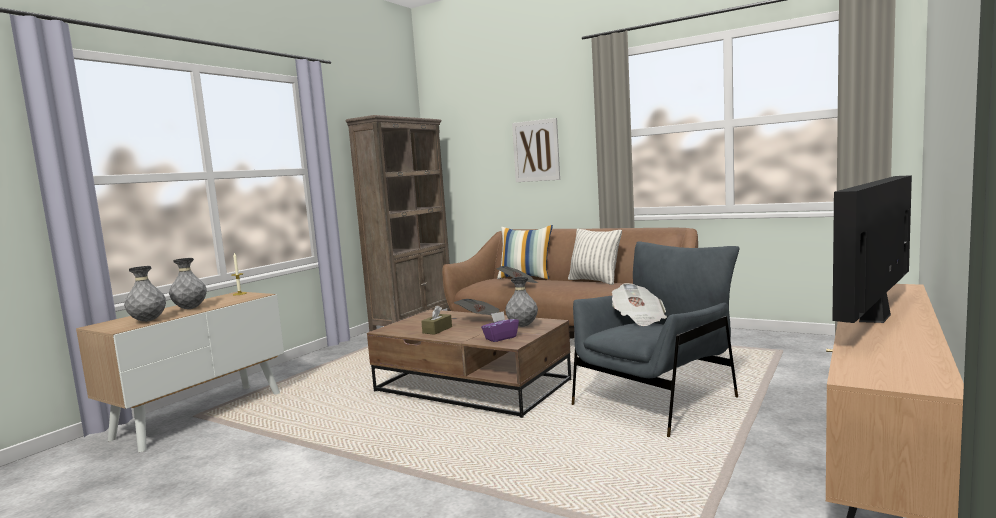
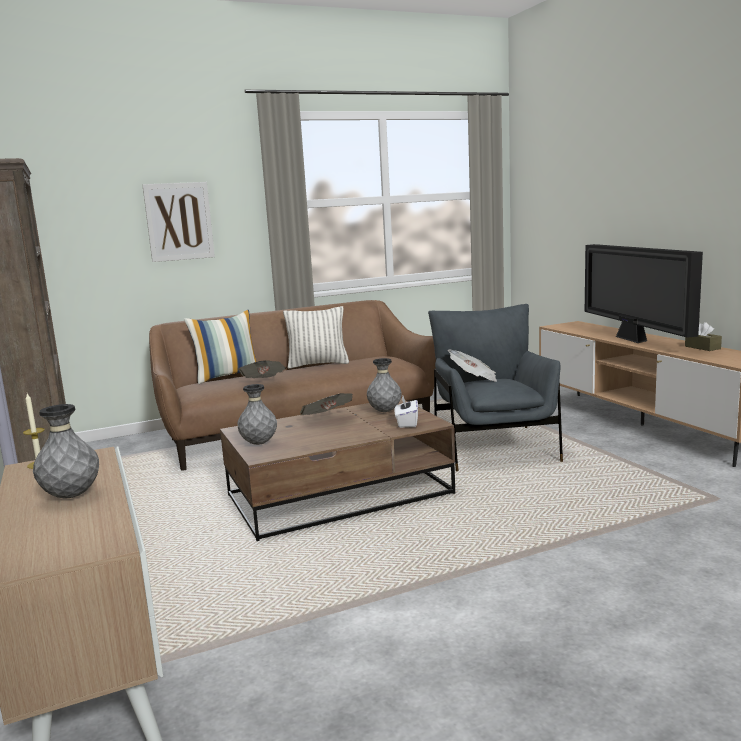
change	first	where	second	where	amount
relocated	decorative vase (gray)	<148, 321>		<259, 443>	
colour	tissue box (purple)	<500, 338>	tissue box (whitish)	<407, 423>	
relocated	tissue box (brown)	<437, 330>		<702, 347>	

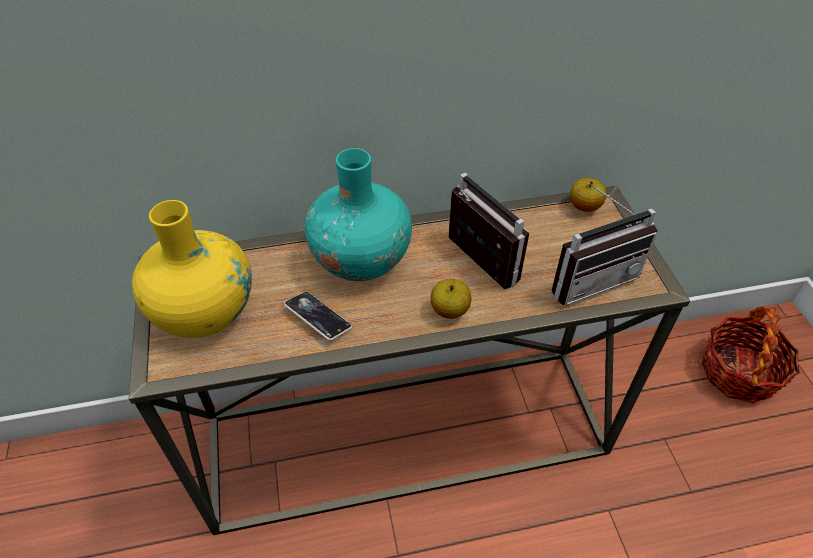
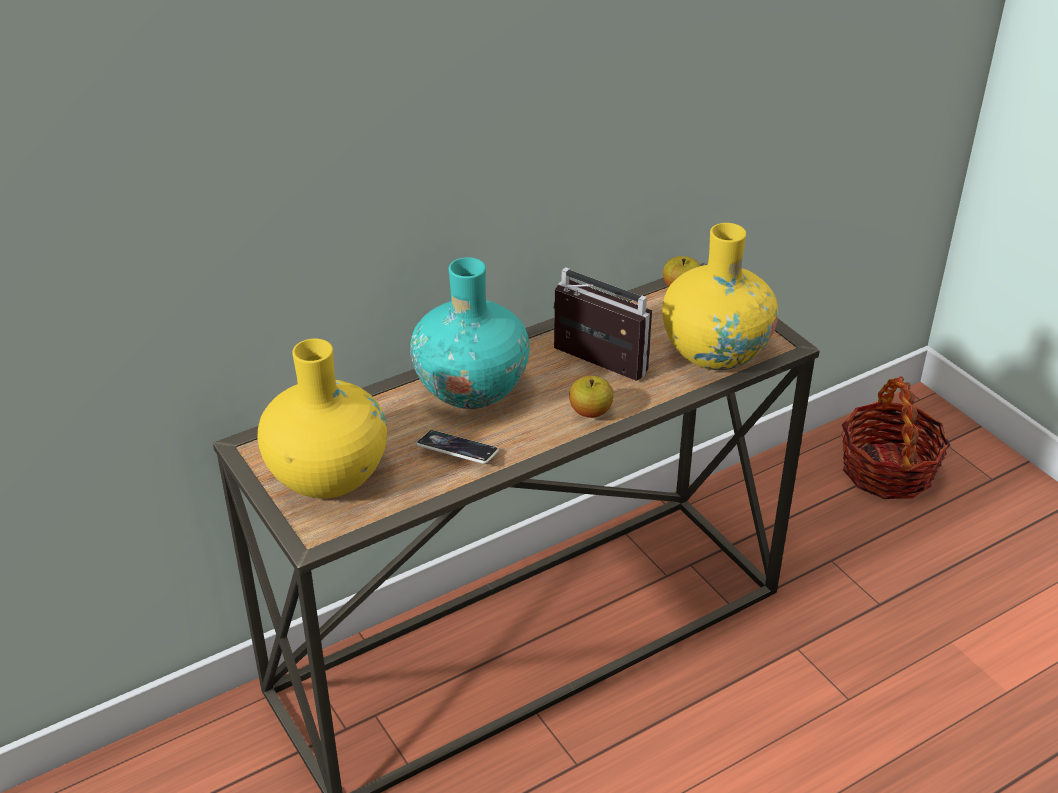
change	first	where	second	where	amount
exchanged	radio set	<589, 277>	decorative vase (yellow-coloured)	<715, 352>	

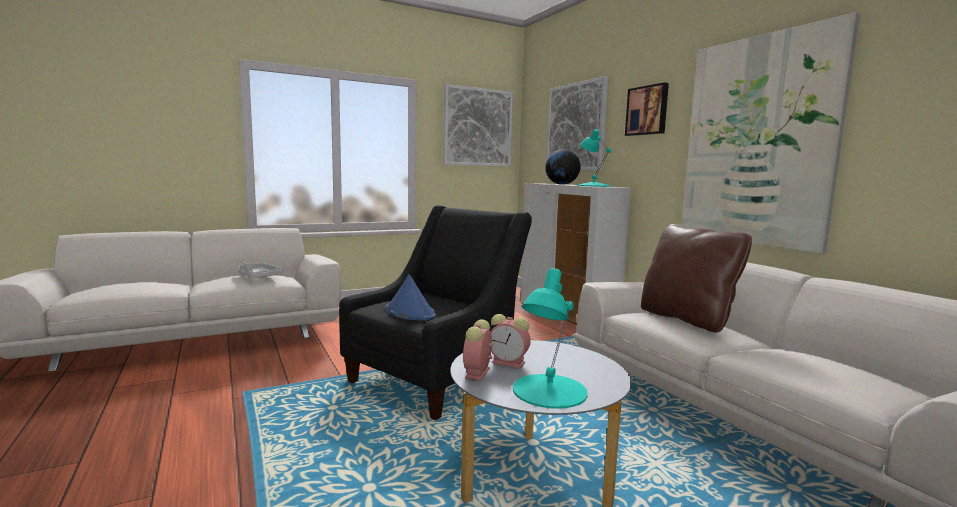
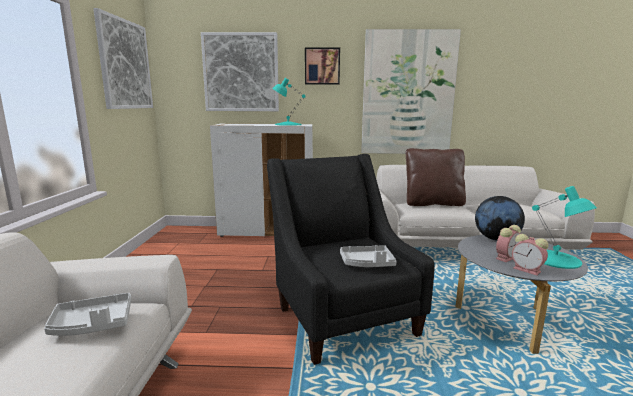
change	first	where	second	where	amount
exchanged	wearable hat (blue-coloured)	<410, 312>	tray (gray)	<367, 263>	
relocated	globe	<561, 184>		<496, 239>	

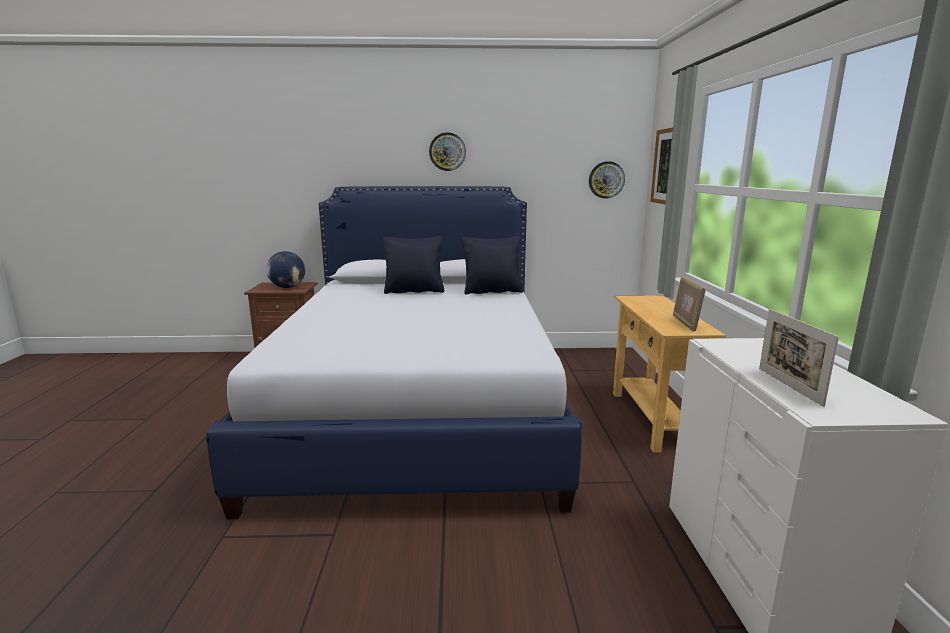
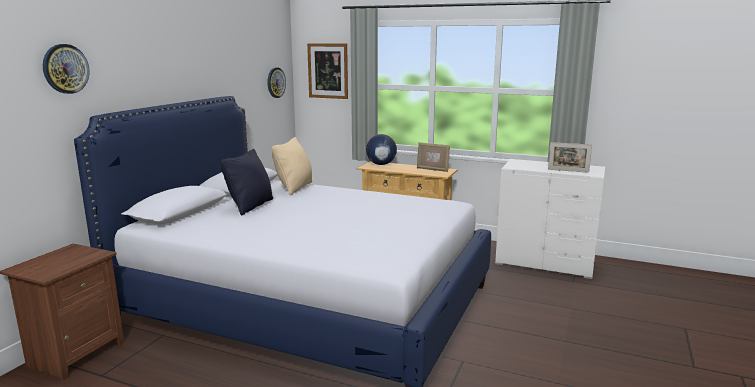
change	first	where	second	where	amount
relocated	wall clock	<447, 151>		<65, 69>	
colour	cushion (black-coloured)	<492, 291>	cushion (sand-coloured)	<294, 188>	
relocated	globe	<287, 287>		<381, 164>	

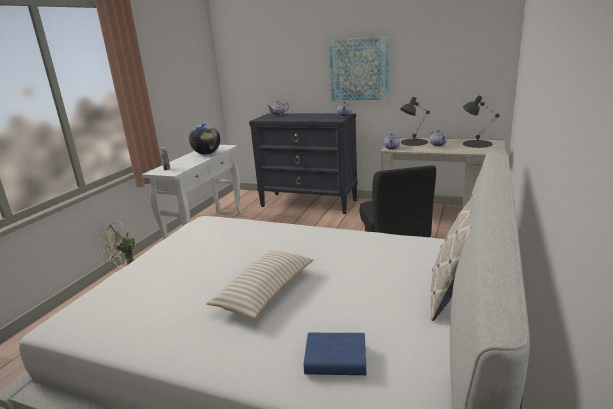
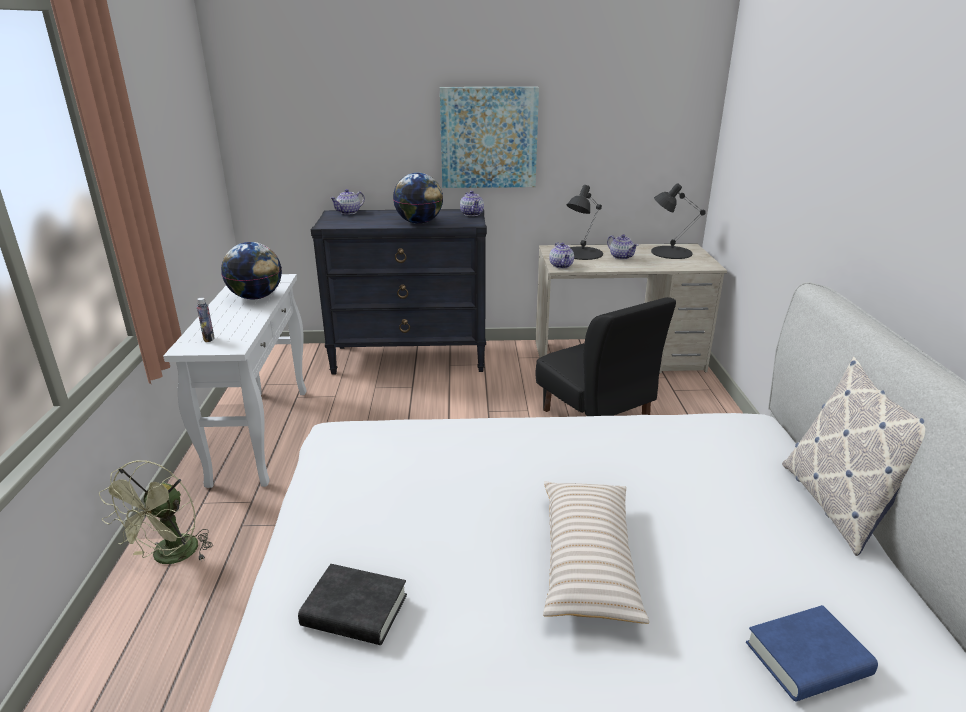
change	first	where	second	where	amount
appeared			volume (black-coloured)	<355, 611>	
appeared			globe	<419, 222>	

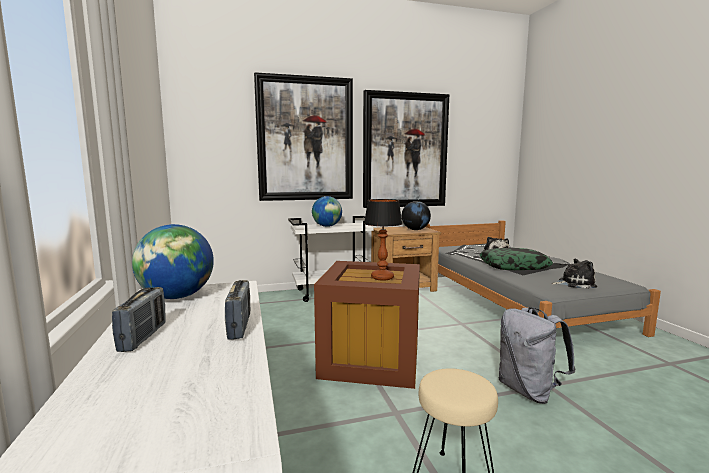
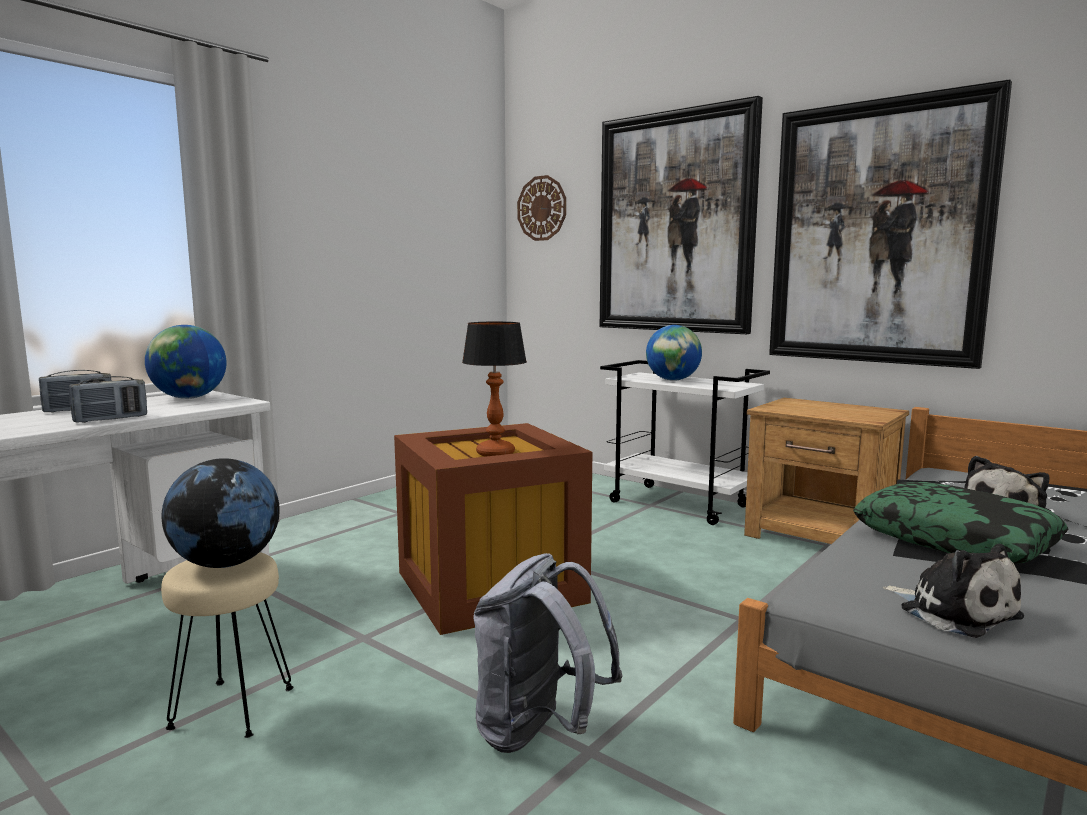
change	first	where	second	where	amount
relocated	globe	<415, 230>		<226, 563>	
appeared			wall clock	<542, 208>	

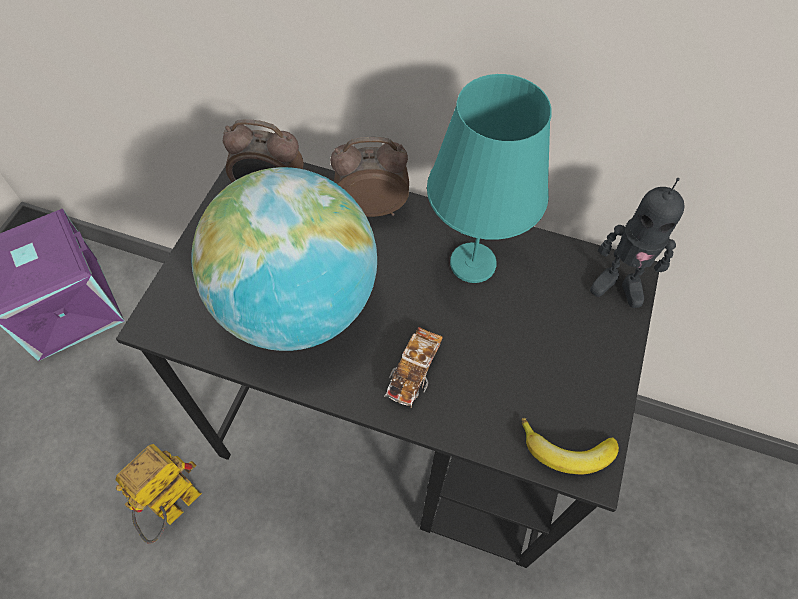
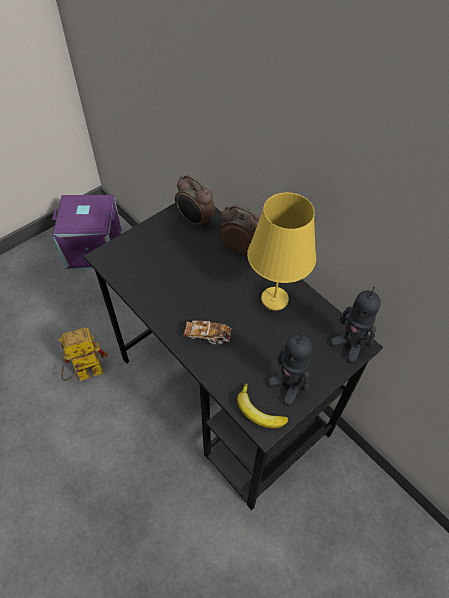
change	first	where	second	where	amount
spun	model car	<414, 372>		<208, 336>	135 degrees counterclockwise
colour	tabletop lamp (turquoise)	<473, 264>	tabletop lamp (yellow-coloured)	<274, 299>	
appeared			toy robot	<287, 387>	
missing	globe	<297, 304>			

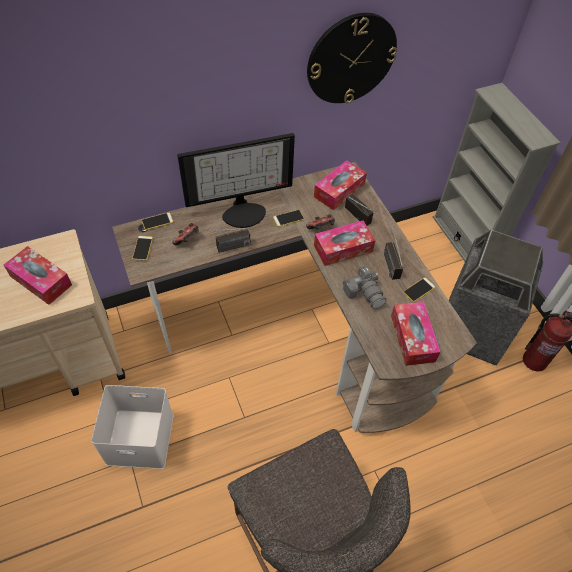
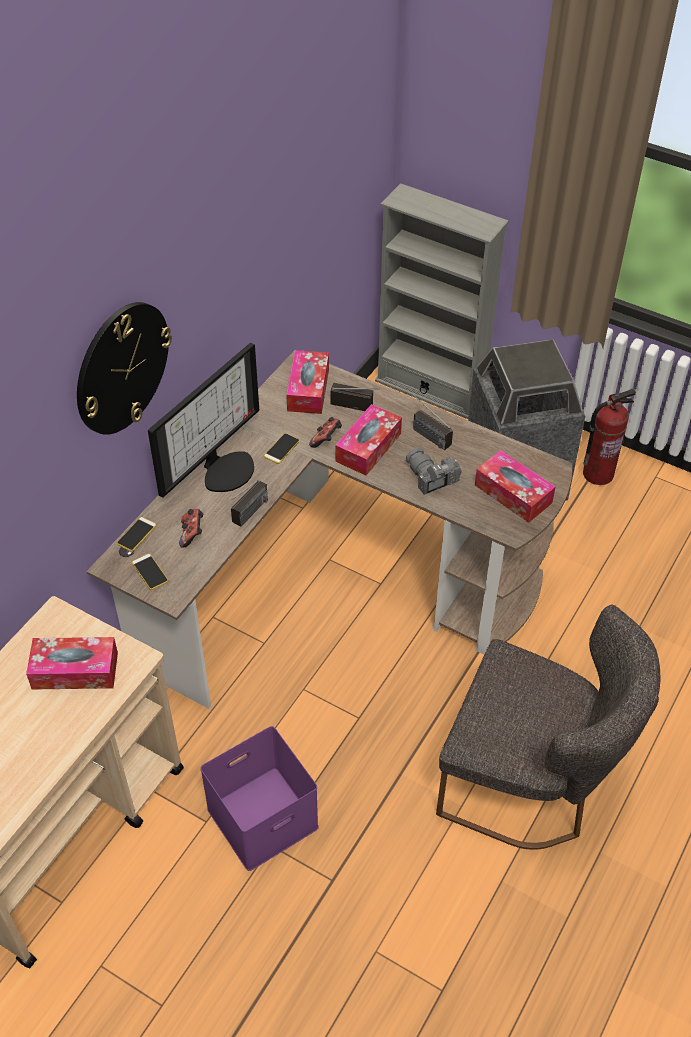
change	first	where	second	where	amount
relocated	wall clock	<351, 59>		<121, 368>	
colour	storage bin (whitish)	<141, 437>	storage bin (purple)	<263, 815>	
spun	photo camera	<365, 293>		<430, 478>	150 degrees counterclockwise
missing	handset	<419, 290>			

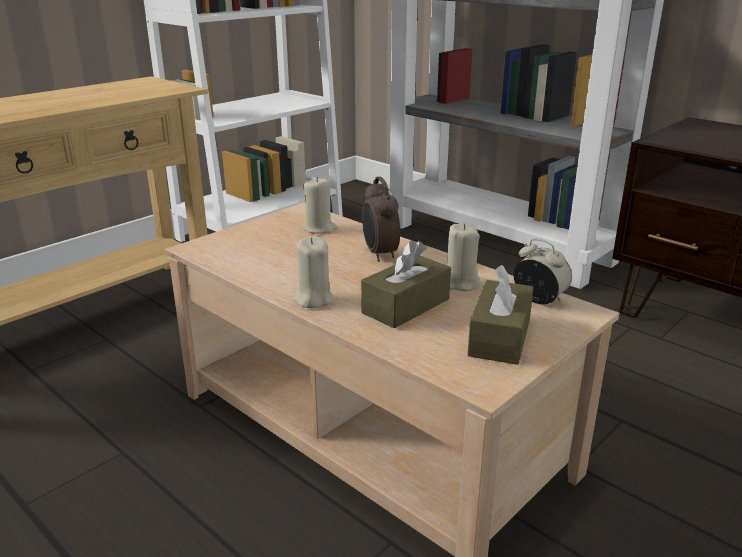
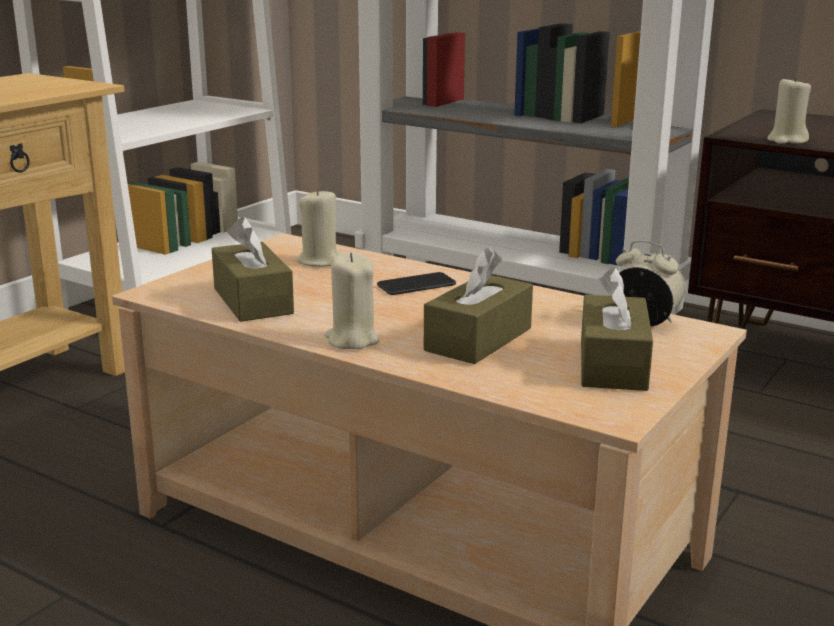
change	first	where	second	where	amount
appeared			tissue box (brown)	<253, 301>	
exchanged	alarm clock	<379, 254>	handset	<416, 285>	
relocated	wax candle (sand-coloured)	<460, 284>		<787, 140>	

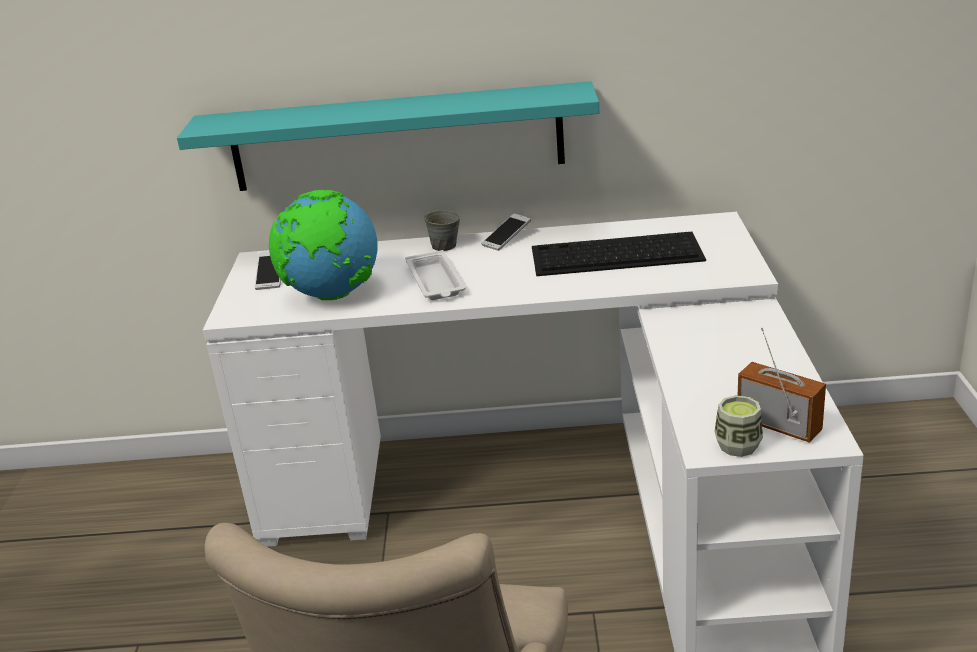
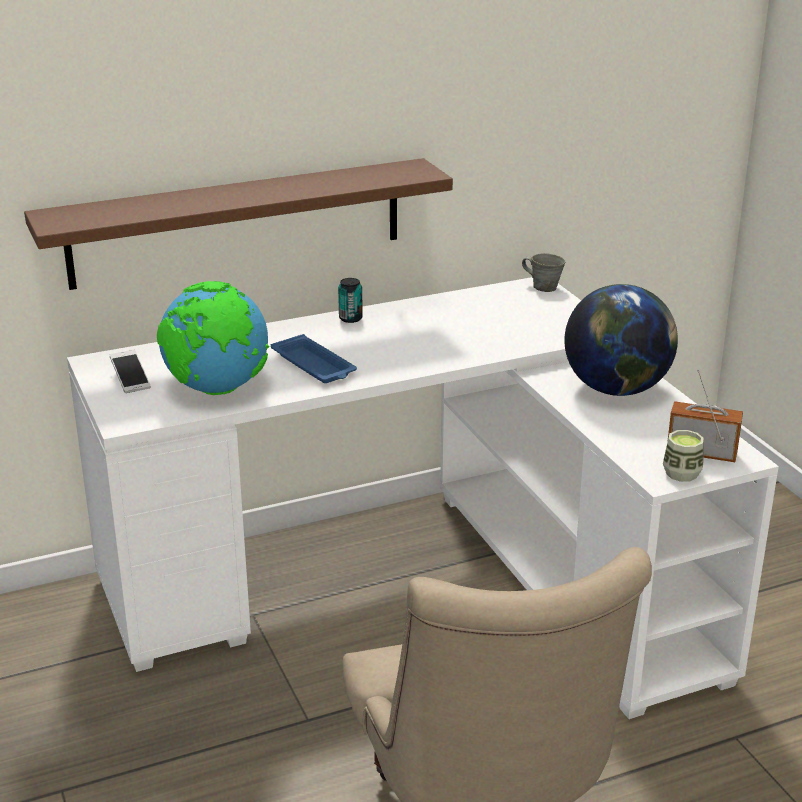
change	first	where	second	where	amount
colour	wall shelf (turquoise)	<396, 138>	wall shelf (brown)	<237, 223>	
colour	tray (whitish)	<436, 282>	tray (blue-coloured)	<314, 366>	
exchanged	handset	<506, 239>	sealed can	<350, 318>	
relocated	tea mug (gray)	<443, 245>		<543, 287>	
appeared			globe	<617, 389>	
missing	computer keyboard	<614, 254>			

